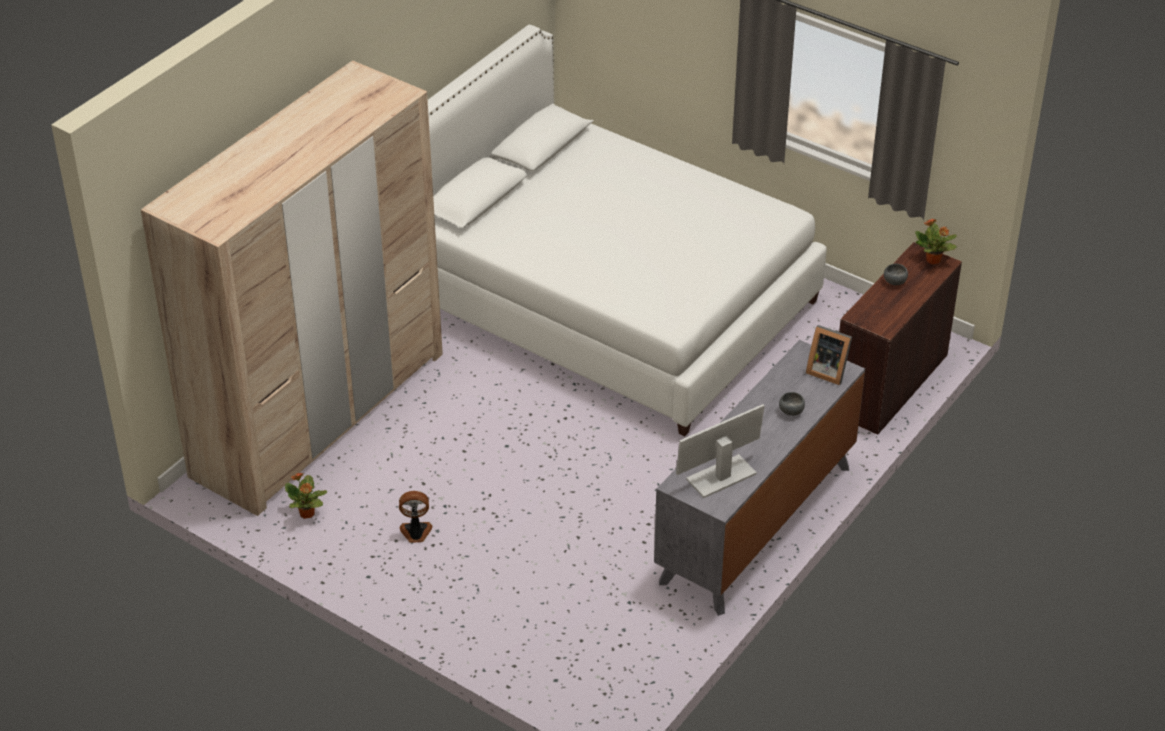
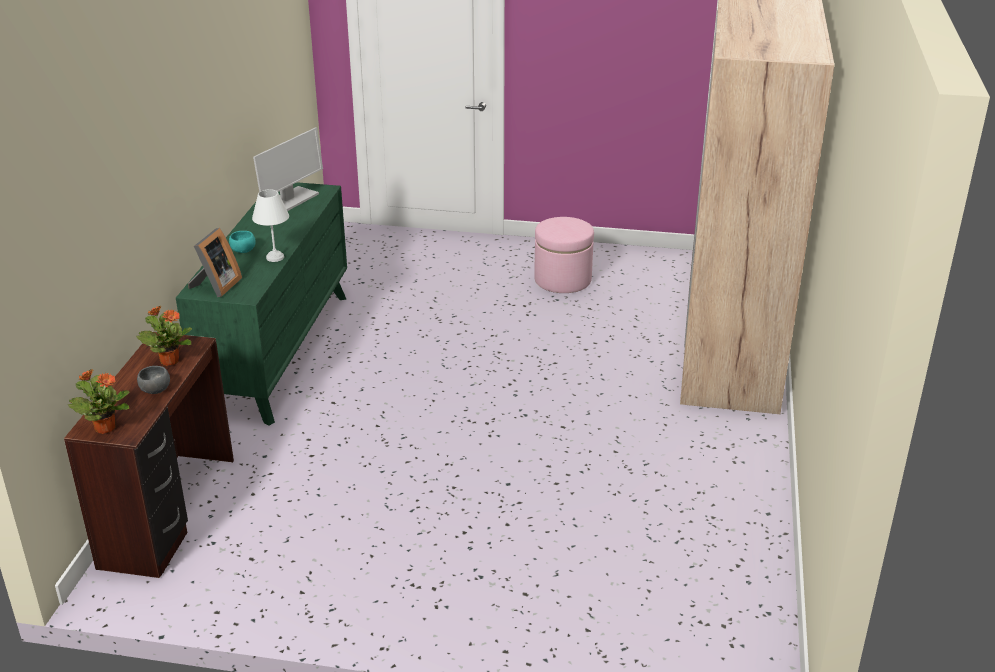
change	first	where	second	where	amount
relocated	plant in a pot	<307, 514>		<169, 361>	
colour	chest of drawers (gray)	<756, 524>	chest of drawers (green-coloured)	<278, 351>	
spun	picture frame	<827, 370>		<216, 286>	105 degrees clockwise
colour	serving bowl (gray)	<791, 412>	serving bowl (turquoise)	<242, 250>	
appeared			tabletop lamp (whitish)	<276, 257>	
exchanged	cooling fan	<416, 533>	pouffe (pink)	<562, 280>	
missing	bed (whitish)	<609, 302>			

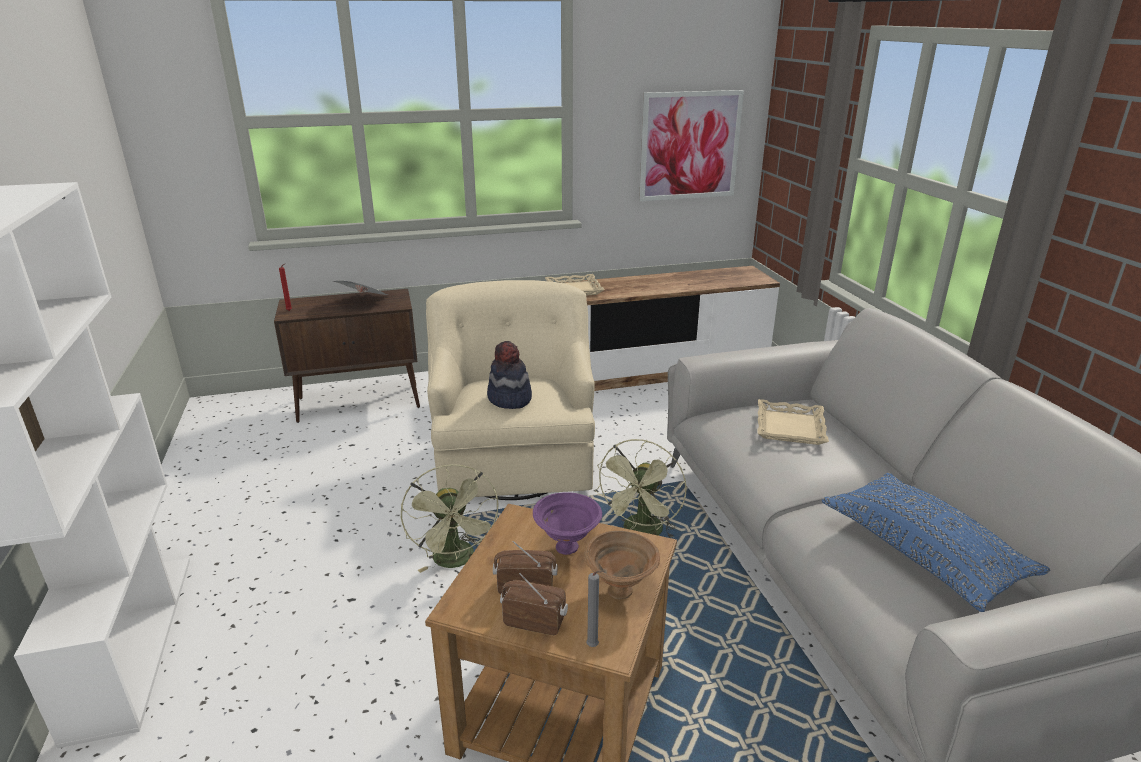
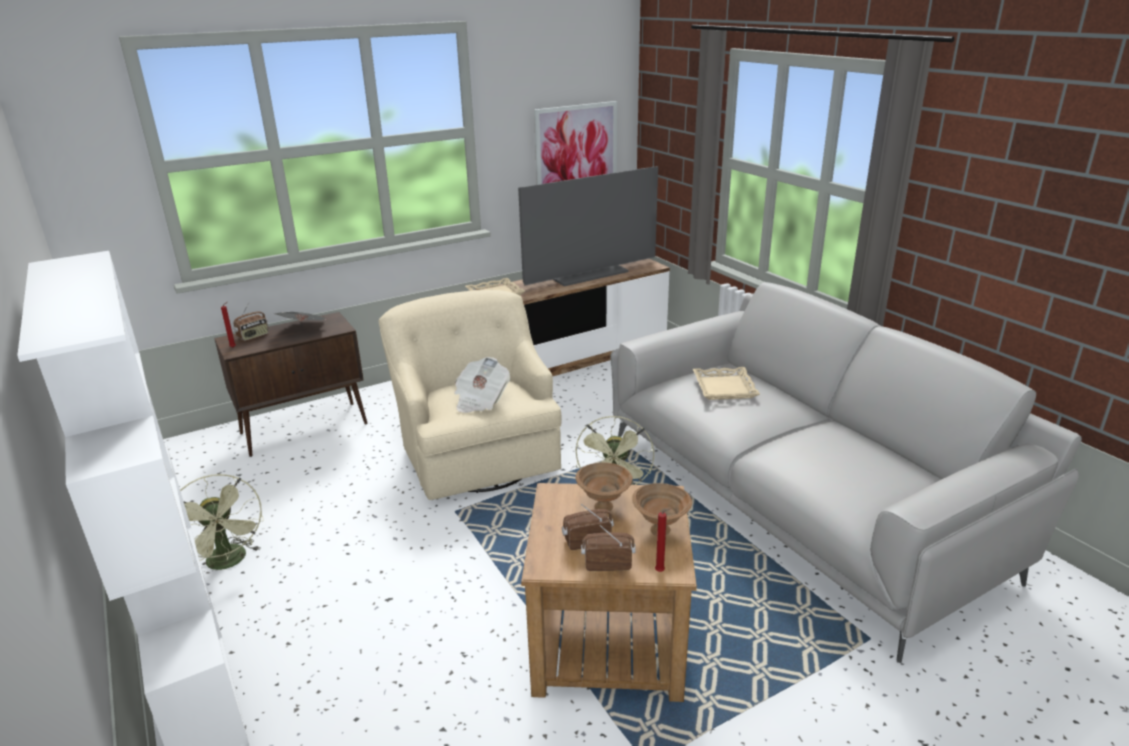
change	first	where	second	where	amount
relocated	cooling fan (green-coloured)	<456, 561>		<230, 562>	
appeared			radio set	<253, 336>	
exchanged	wearable hat	<509, 399>	printed paper	<480, 400>	
appeared			TV	<588, 273>	
colour	serving bowl (purple)	<566, 546>	serving bowl (brown)	<603, 506>	
colour	wax candle (gray)	<594, 647>	wax candle (reddish)	<661, 572>	
missing	cushion (blue-coloured)	<923, 553>			

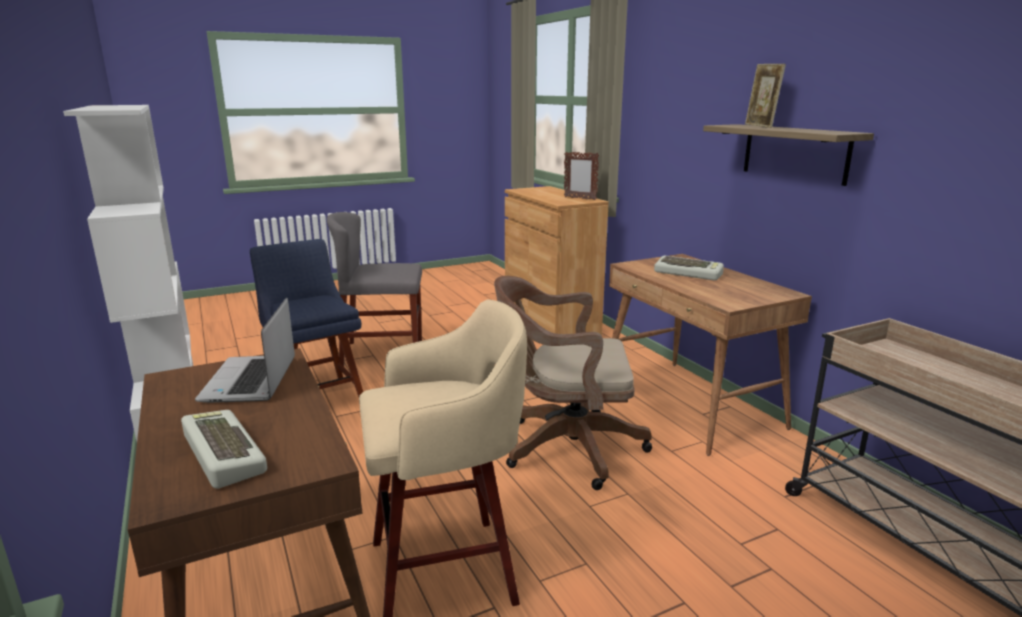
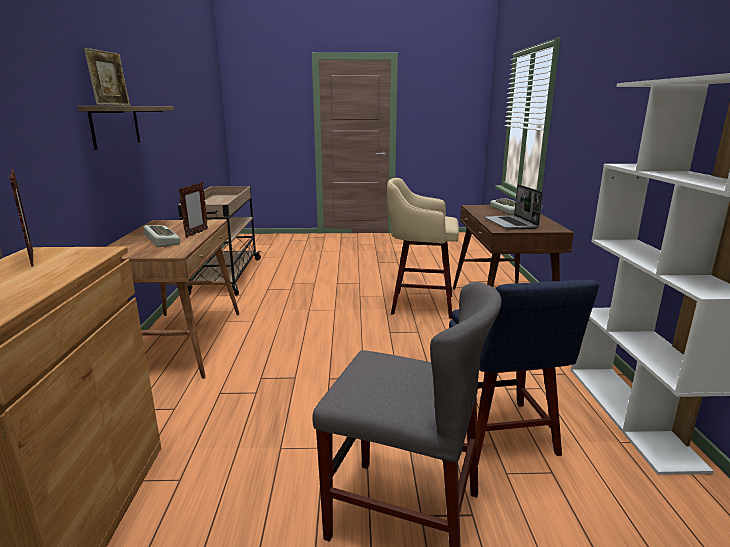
change	first	where	second	where	amount
appeared			picture frame	<196, 233>	
spun	portable computer	<251, 381>		<511, 224>	150 degrees clockwise
missing	office chair (brown)	<565, 447>			

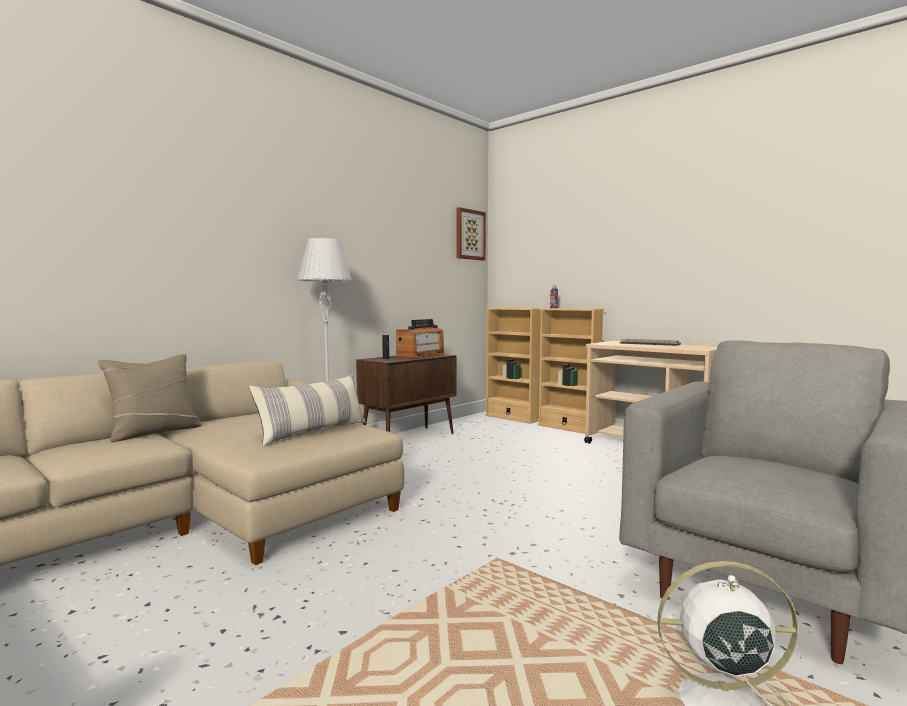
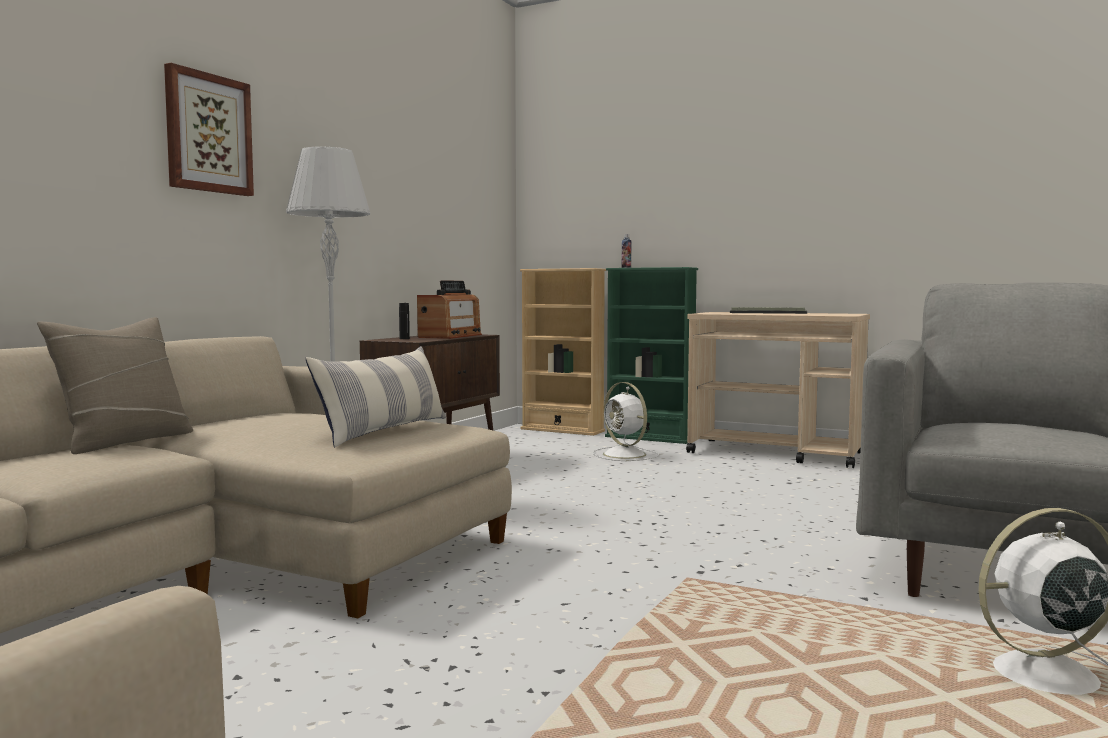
change	first	where	second	where	amount
relocated	wall picture	<469, 234>		<208, 133>	
appeared			cooling fan (whitish)	<625, 455>	
colour	shelving unit (sand-coloured)	<568, 428>	shelving unit (green-coloured)	<649, 438>	

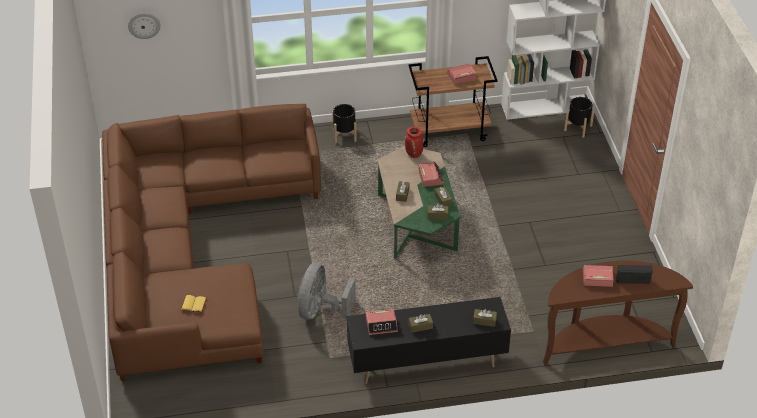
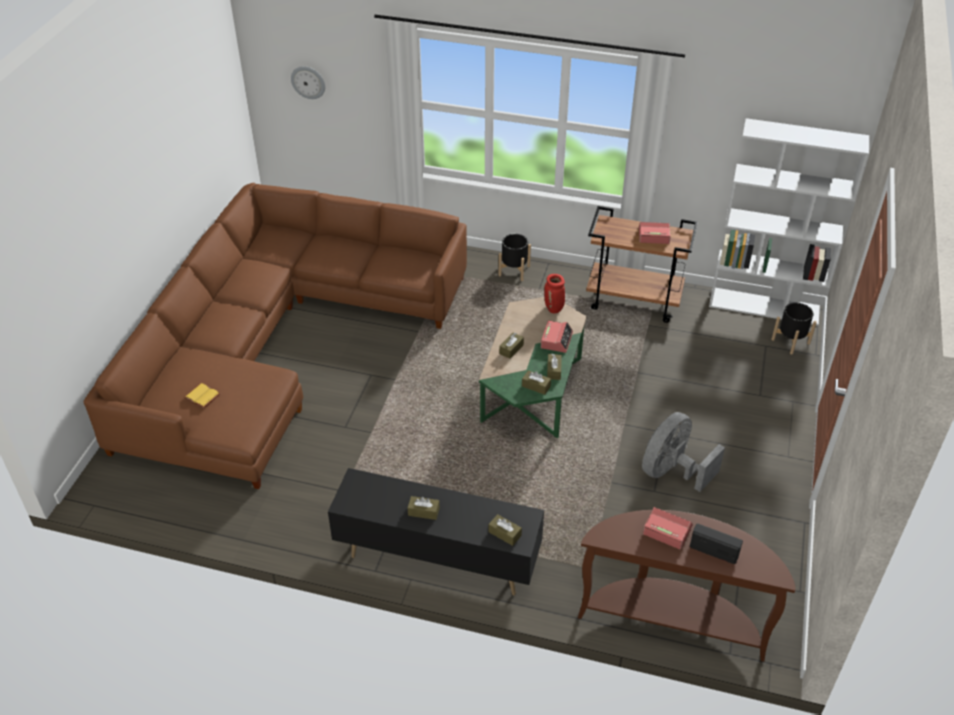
change	first	where	second	where	amount
relocated	cooling fan (gray)	<320, 310>		<672, 471>	
missing	alarm clock	<381, 325>			

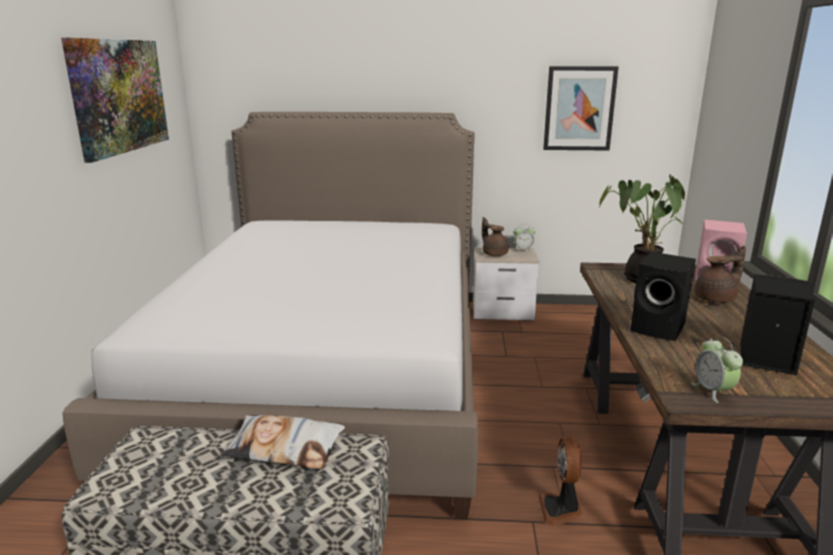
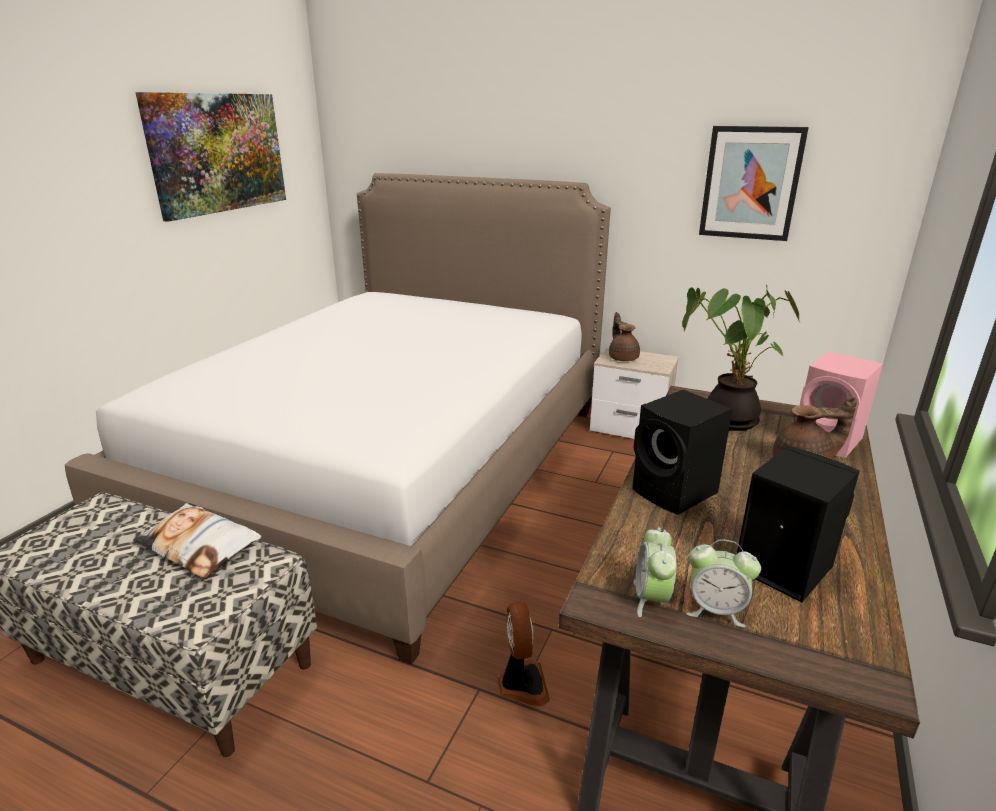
change	first	where	second	where	amount
spun	cooling fan	<561, 509>		<521, 684>	150 degrees clockwise
relocated	alarm clock	<523, 250>		<715, 610>	

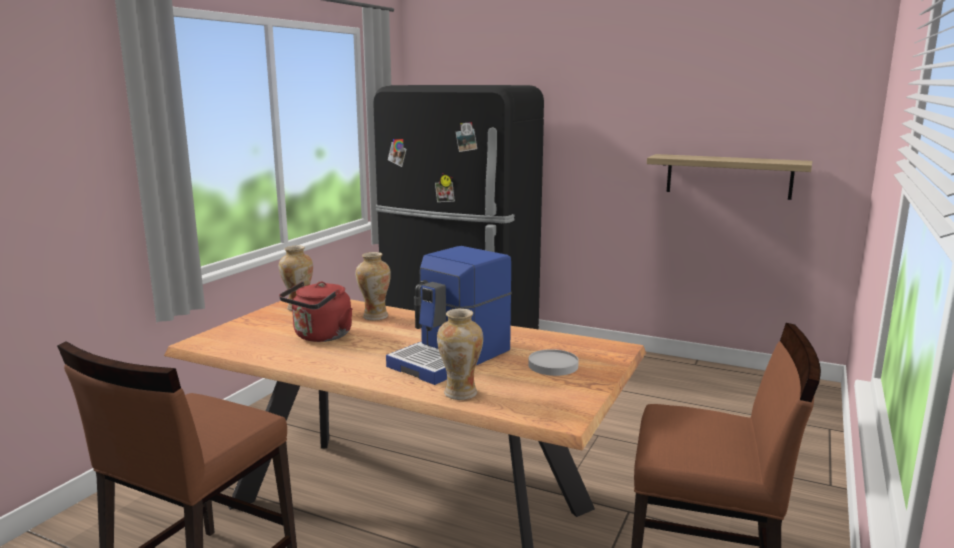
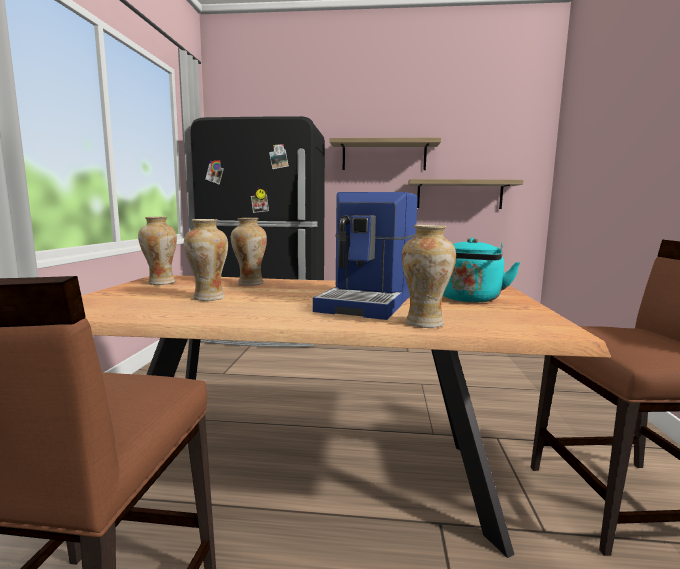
change	first	where	second	where	amount
exchanged	kettle (reddish)	<320, 337>	decorative vase	<208, 298>	
appeared			wall shelf	<384, 156>	
exchanged	plate (whitish)	<552, 365>	kettle (turquoise)	<468, 299>	

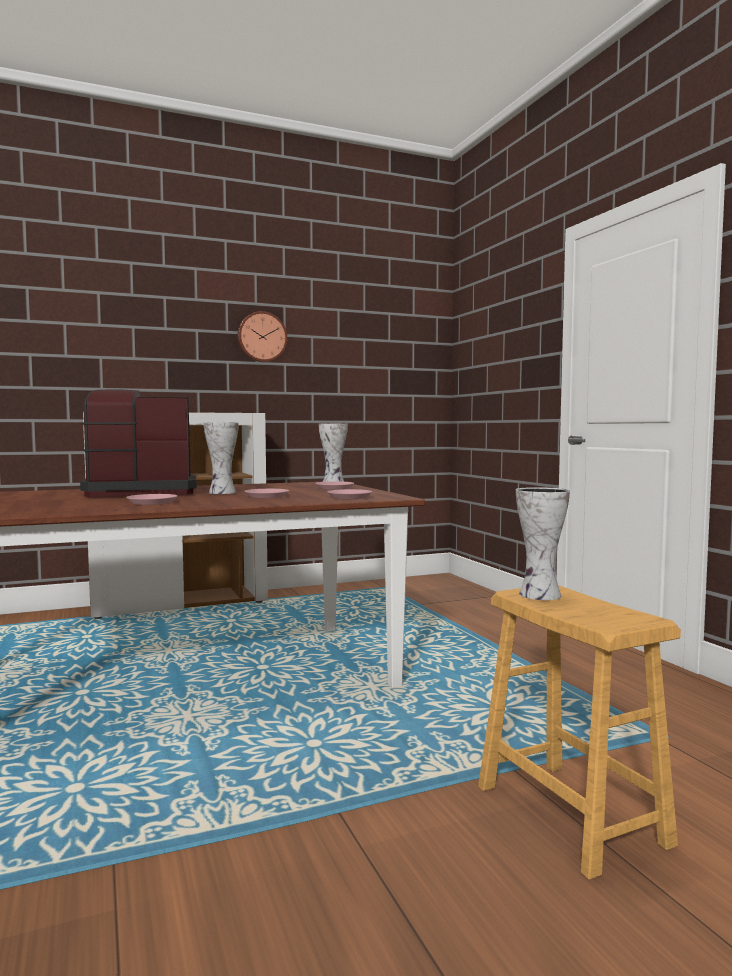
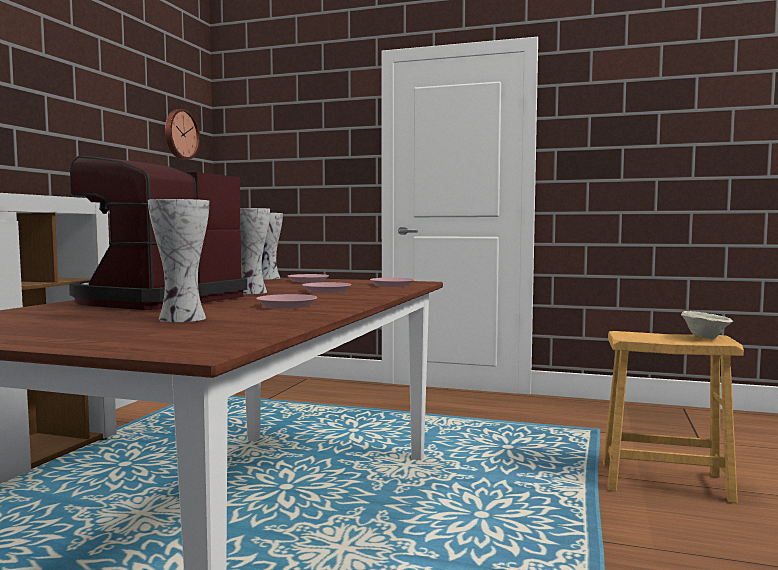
change	first	where	second	where	amount
relocated	decorative vase	<537, 594>		<180, 319>	
relocated	wall clock	<261, 337>		<180, 134>	
appeared			serving bowl (sand-coloured)	<704, 338>	

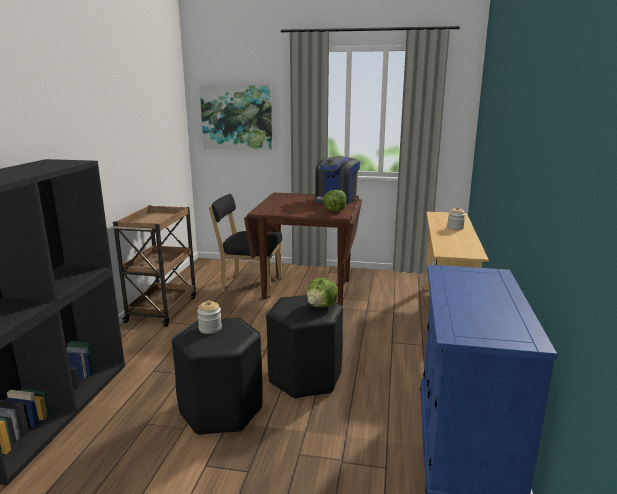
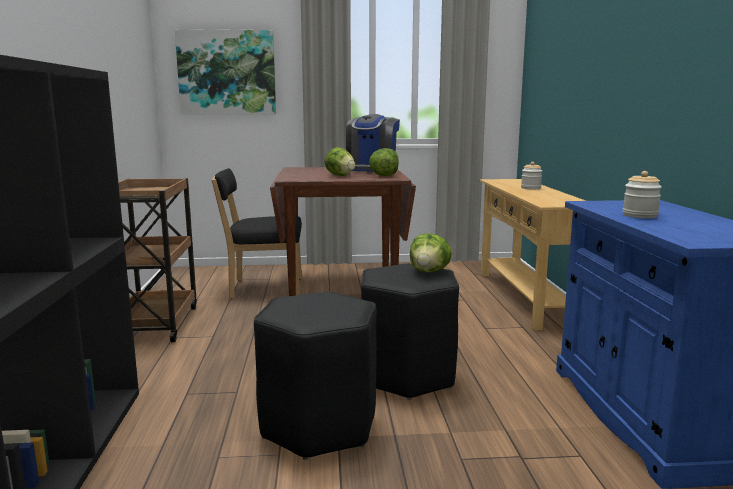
change	first	where	second	where	amount
appeared			head of lettuce	<340, 176>	
relocated	storage jar	<210, 329>		<640, 215>	

